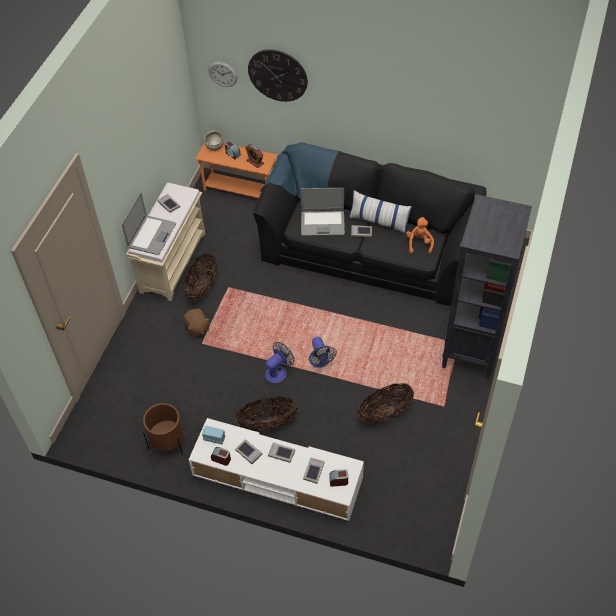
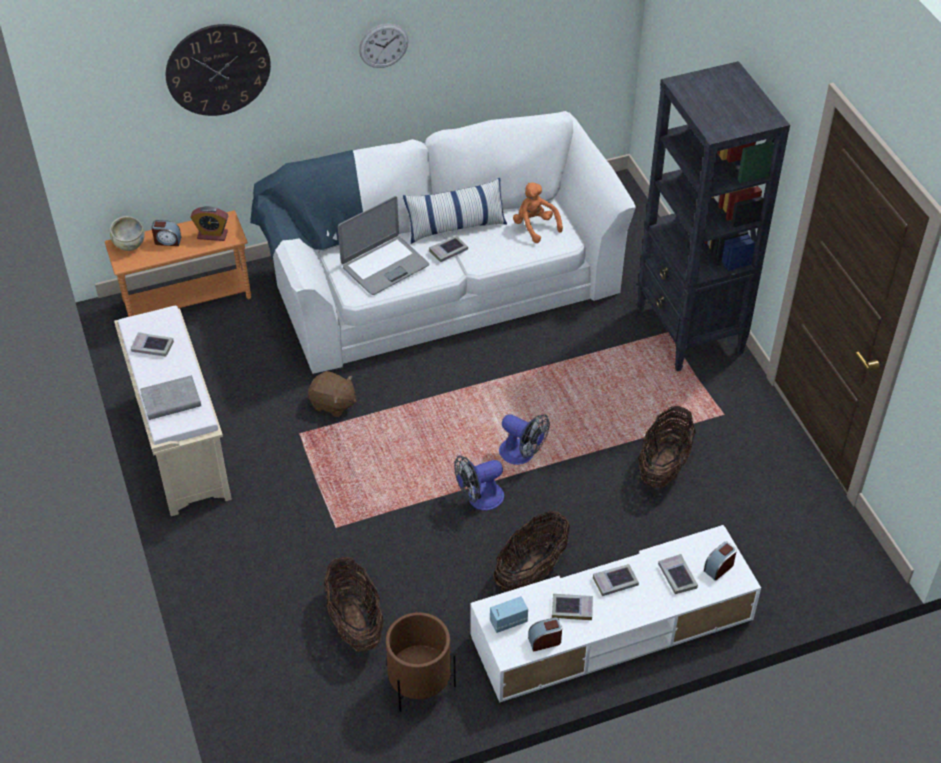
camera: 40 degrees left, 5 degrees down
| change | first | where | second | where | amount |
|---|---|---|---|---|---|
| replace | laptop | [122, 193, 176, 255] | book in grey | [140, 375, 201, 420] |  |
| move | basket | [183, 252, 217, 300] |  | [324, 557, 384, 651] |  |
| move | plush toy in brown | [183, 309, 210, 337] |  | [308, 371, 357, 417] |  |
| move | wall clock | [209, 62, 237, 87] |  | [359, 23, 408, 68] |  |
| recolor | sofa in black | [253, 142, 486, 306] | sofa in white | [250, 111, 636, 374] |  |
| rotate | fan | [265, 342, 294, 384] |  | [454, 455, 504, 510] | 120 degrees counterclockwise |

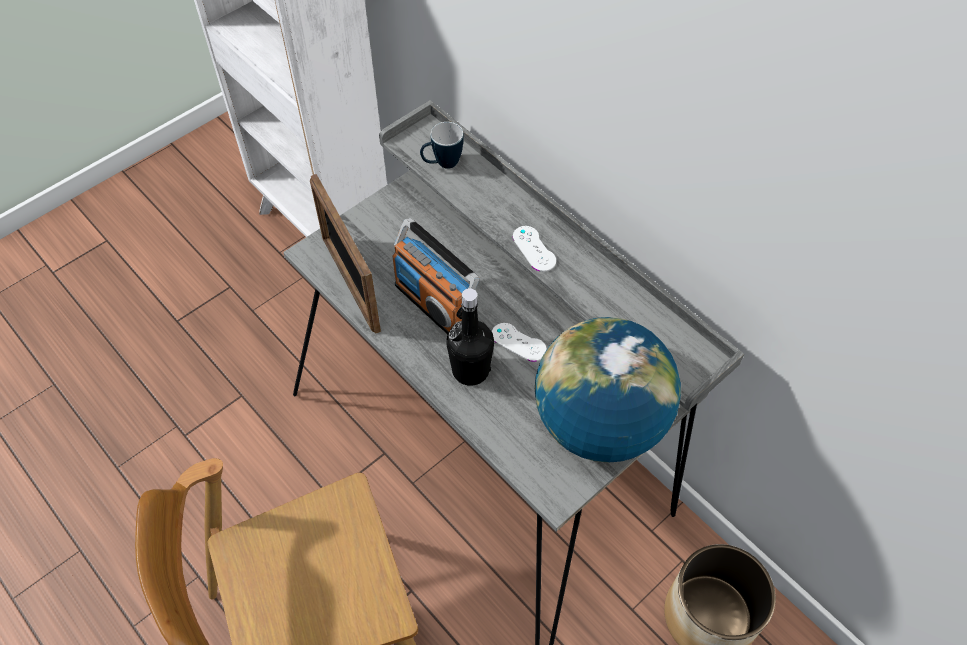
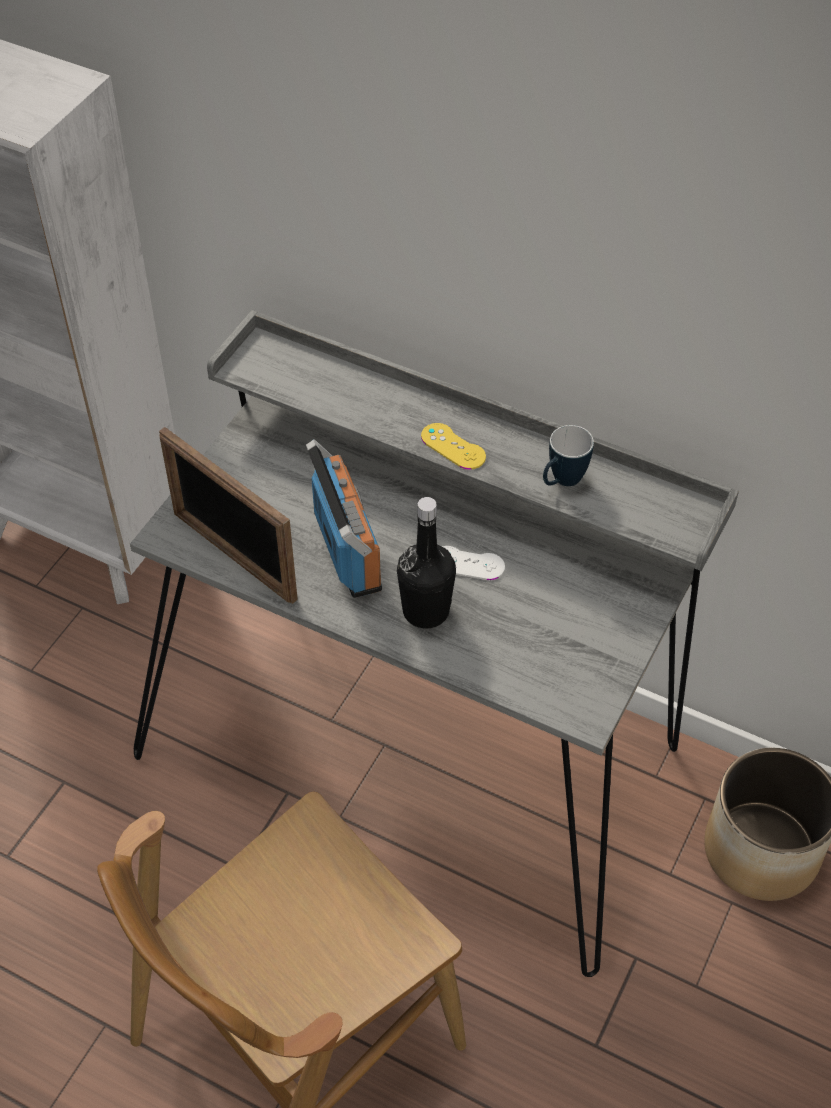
camera: 20 degrees left, 5 degrees down
| change | first | where | second | where | amount |
|---|---|---|---|---|---|
| rotate | radio | [392, 218, 479, 334] |  | [306, 439, 382, 598] | 135 degrees counterclockwise |
| move | mug | [420, 122, 464, 169] |  | [543, 425, 594, 486] |  |
| recolor | game controller in white | [513, 226, 556, 272] | game controller in yellow | [421, 423, 486, 470] |  |
| delete | globe | [535, 317, 681, 463] |  |  |  |

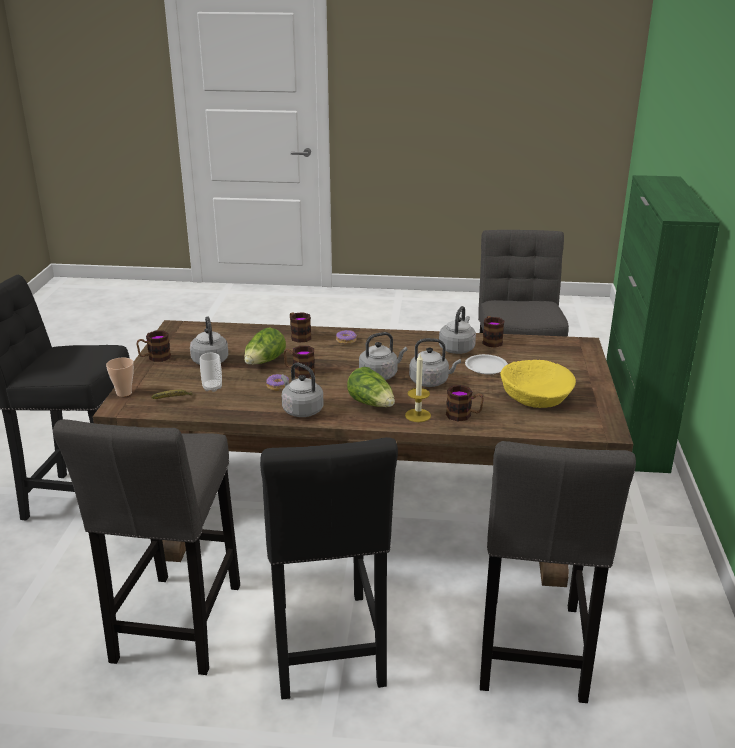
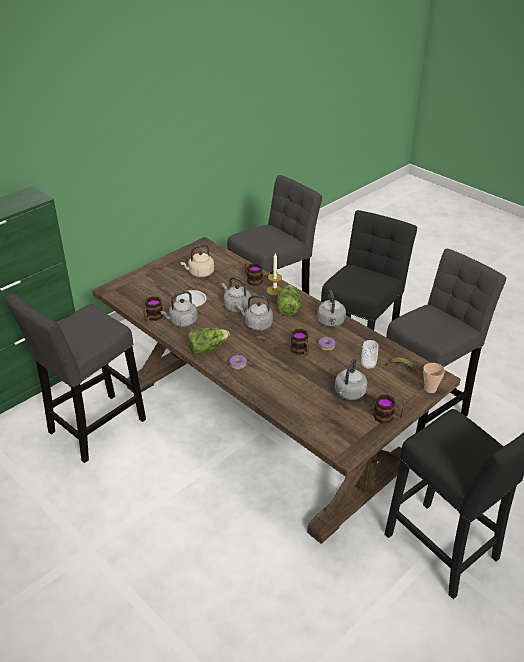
camera: 140 degrees left, 10 degrees up
| change | first | where | second | where | amount |
|---|---|---|---|---|---|
| move | lettuce | [244, 328, 286, 365] |  | [188, 328, 230, 354] |  |
| delete | mug | [290, 312, 311, 343] |  |  |  |
| replace | bowl in yellow | [500, 360, 576, 408] | kettle in beige | [181, 244, 214, 277] |  |

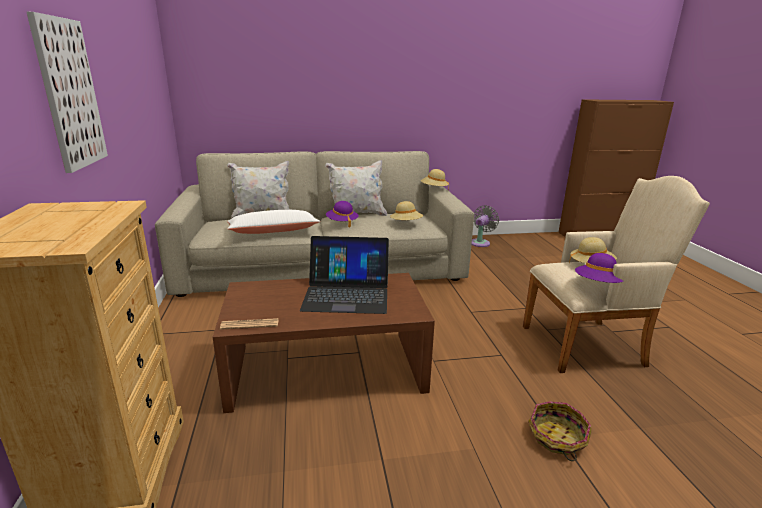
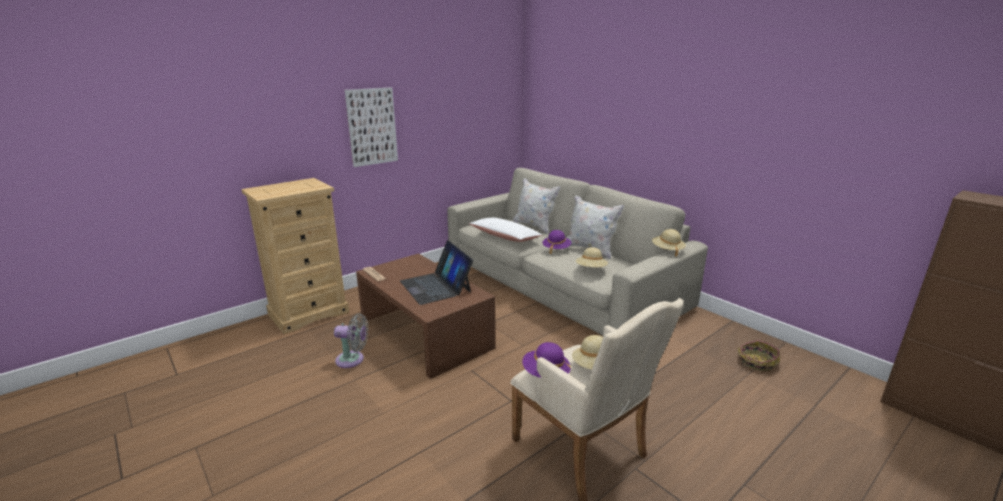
camera: 60 degrees right, 0 degrees up
| change | first | where | second | where | amount |
|---|---|---|---|---|---|
| move | fan in grey | [472, 205, 499, 247] |  | [334, 314, 368, 368] |  |
| move | basket | [528, 401, 591, 461] |  | [738, 340, 780, 371] |  |

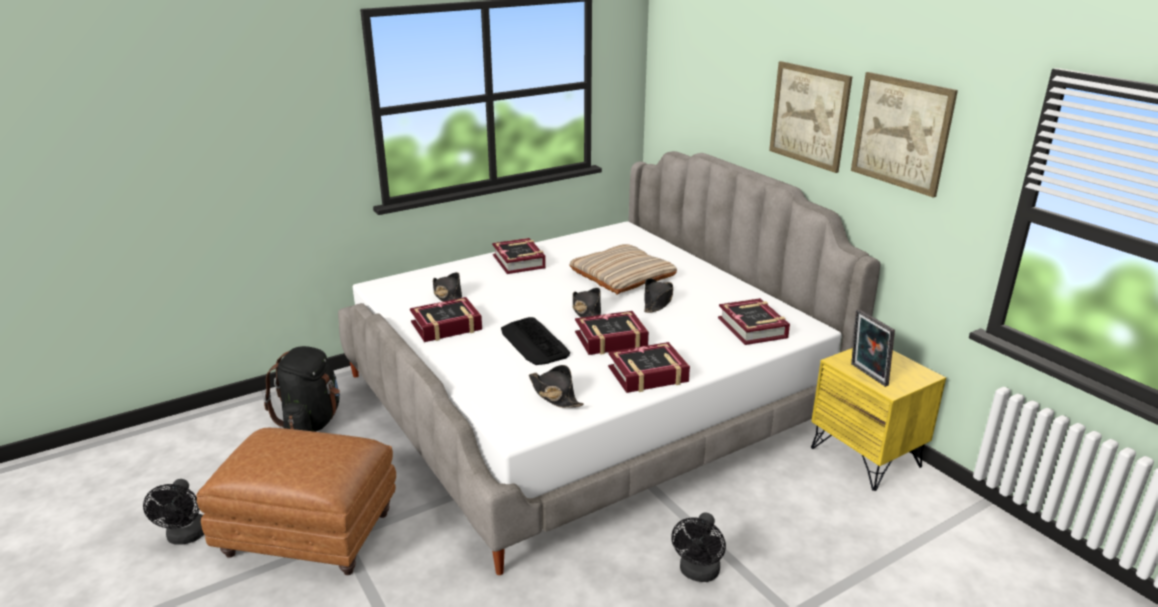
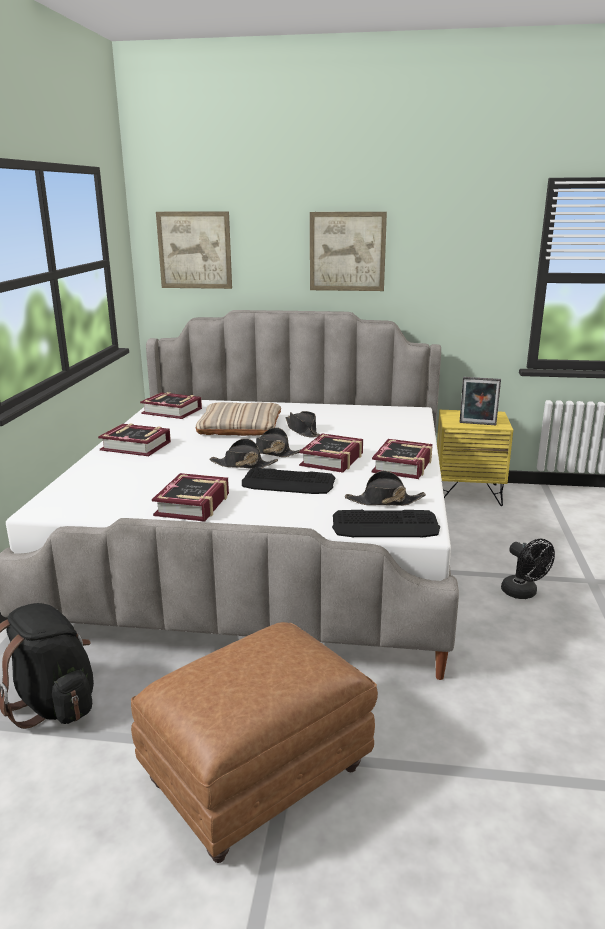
camera: 50 degrees left, 5 degrees down
| change | first | where | second | where | amount |
|---|---|---|---|---|---|
| delete | fan in black | [143, 479, 204, 545] |  |  |  |
| move | hat in black | [433, 272, 462, 302] |  | [209, 438, 278, 469] |  |
| move | book | [718, 298, 790, 345] |  | [140, 392, 202, 419] |  |
| move | picture | [851, 72, 958, 198] |  | [156, 211, 232, 289] |  |
| insert |  |  | keyboard | [332, 510, 440, 538] |  |

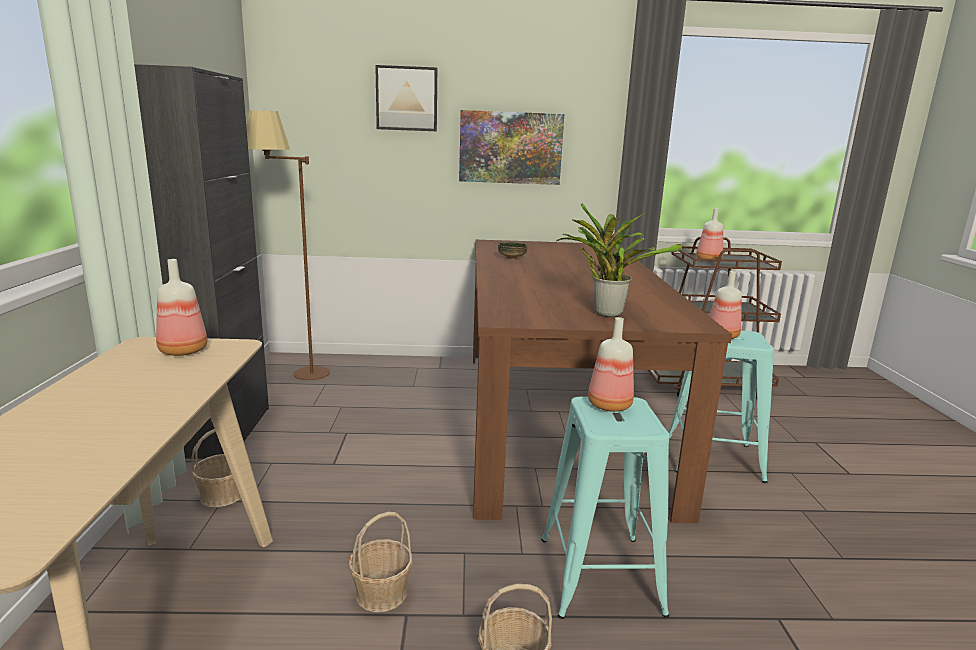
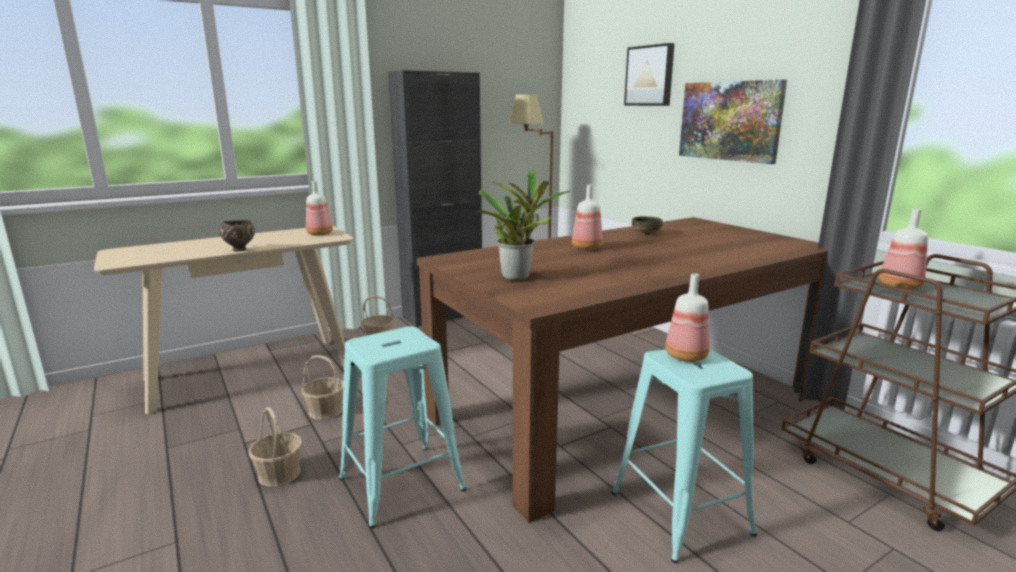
camera: 60 degrees right, 0 degrees up
| change | first | where | second | where | amount |
|---|---|---|---|---|---|
| move | bottle | [588, 317, 634, 412] |  | [572, 185, 603, 250] |  |
| insert |  |  | bowl in brown | [219, 220, 255, 252] |  |

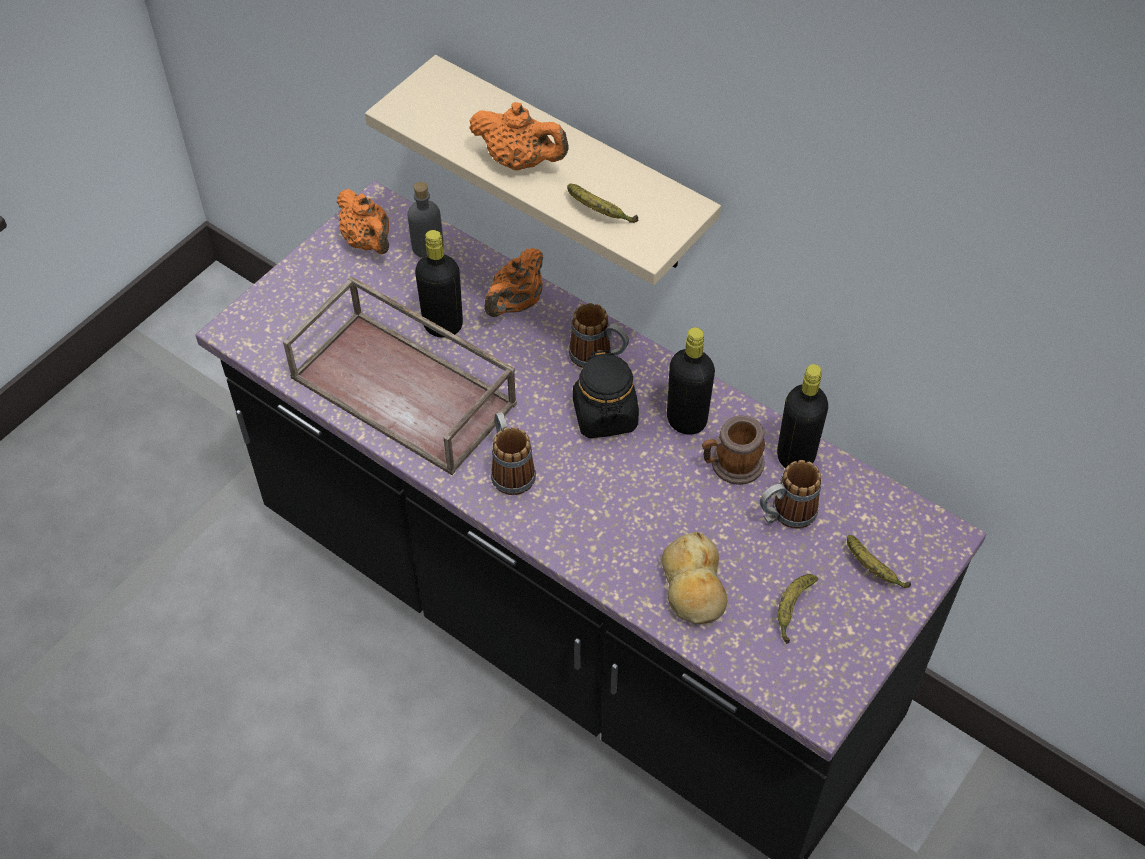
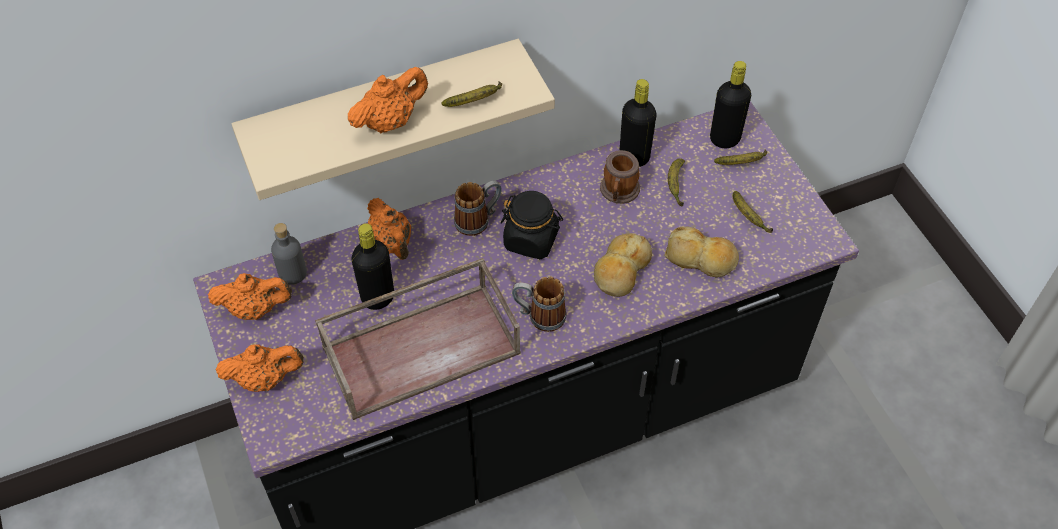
camera: 60 degrees left, 0 degrees up
| change | first | where | second | where | amount |
|---|---|---|---|---|---|
| move | bottle in black | [667, 327, 715, 435] |  | [710, 61, 751, 148] |  |
| replace | mug | [760, 460, 821, 529] | banana | [668, 158, 685, 207] |  |
| insert |  |  | teapot in orange | [215, 344, 304, 392] |  |
| insert |  |  | bread | [594, 233, 652, 297] |  |

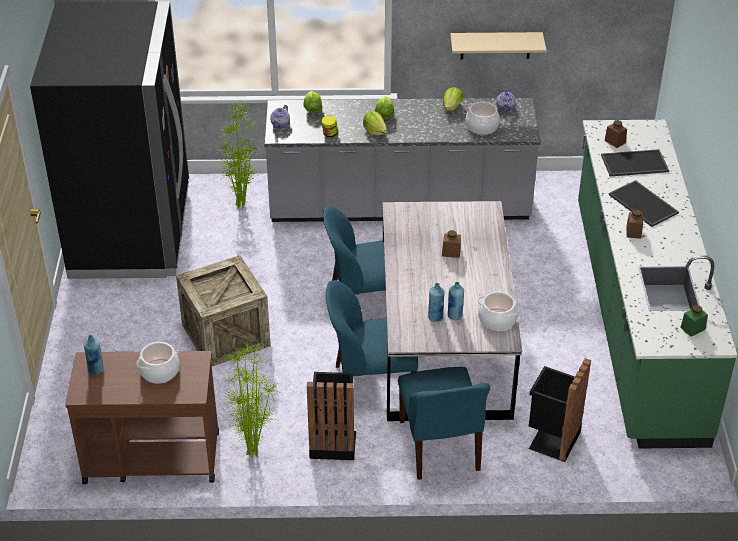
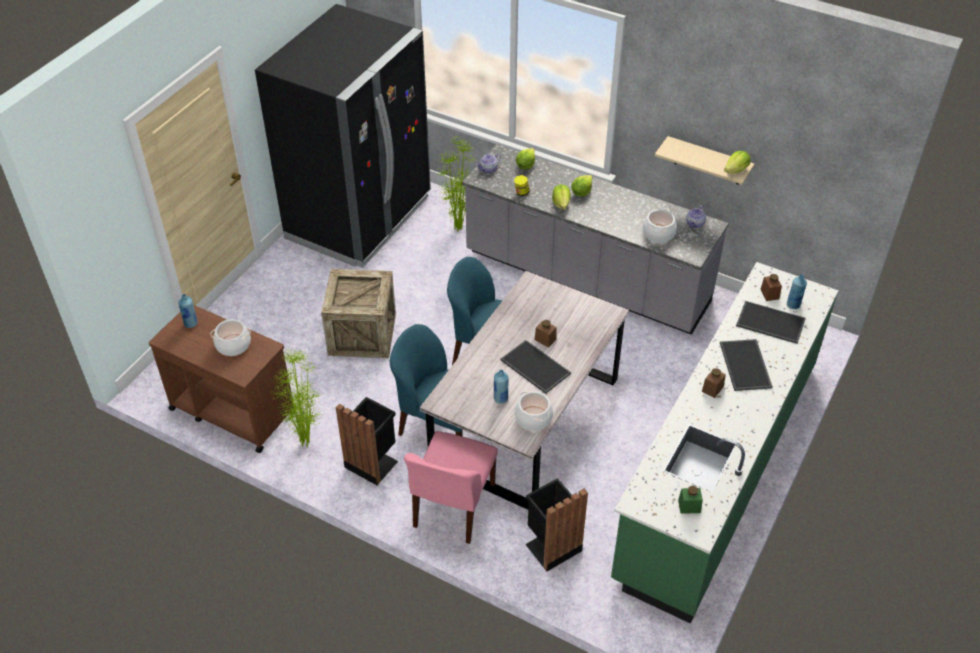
camera: 30 degrees right, 5 degrees up
| change | first | where | second | where | amount |
|---|---|---|---|---|---|
| recolor | chair in blue | [398, 367, 490, 480] | chair in pink | [404, 431, 498, 544] |  |
| move | bottle in blue | [428, 283, 444, 322] |  | [787, 274, 807, 309] |  |
| move | lettuce | [443, 87, 463, 111] |  | [724, 151, 750, 174] |  |
| insert |  |  | tray | [500, 340, 571, 394] |  |

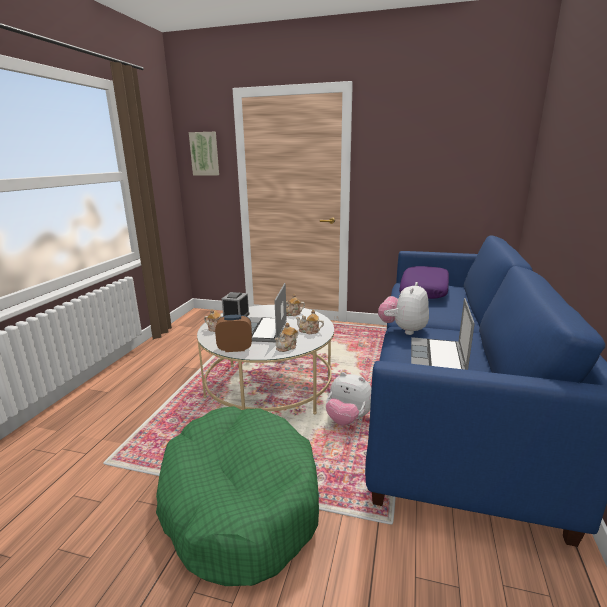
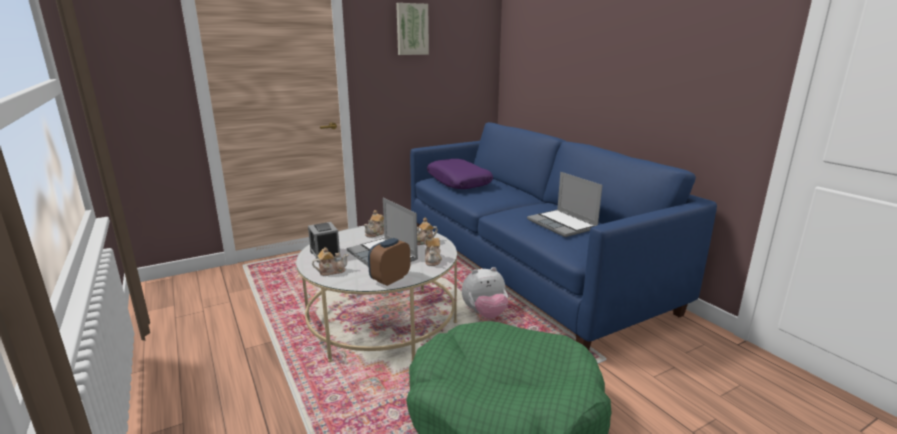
camera: 45 degrees left, 0 degrees up
| change | first | where | second | where | amount |
|---|---|---|---|---|---|
| move | picture | [189, 132, 219, 176] |  | [396, 3, 429, 55] |  |
| delete | plush toy | [378, 282, 429, 335] |  |  |  |

